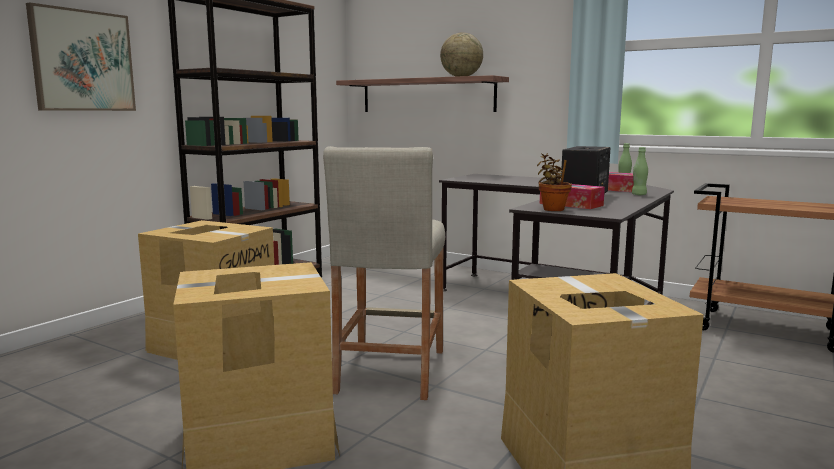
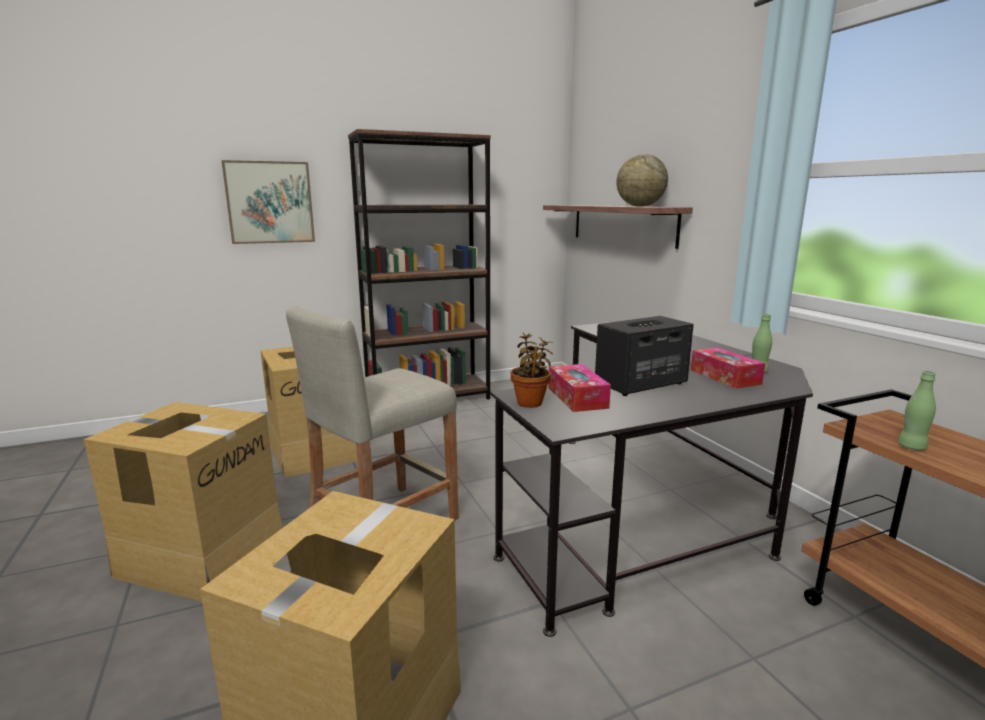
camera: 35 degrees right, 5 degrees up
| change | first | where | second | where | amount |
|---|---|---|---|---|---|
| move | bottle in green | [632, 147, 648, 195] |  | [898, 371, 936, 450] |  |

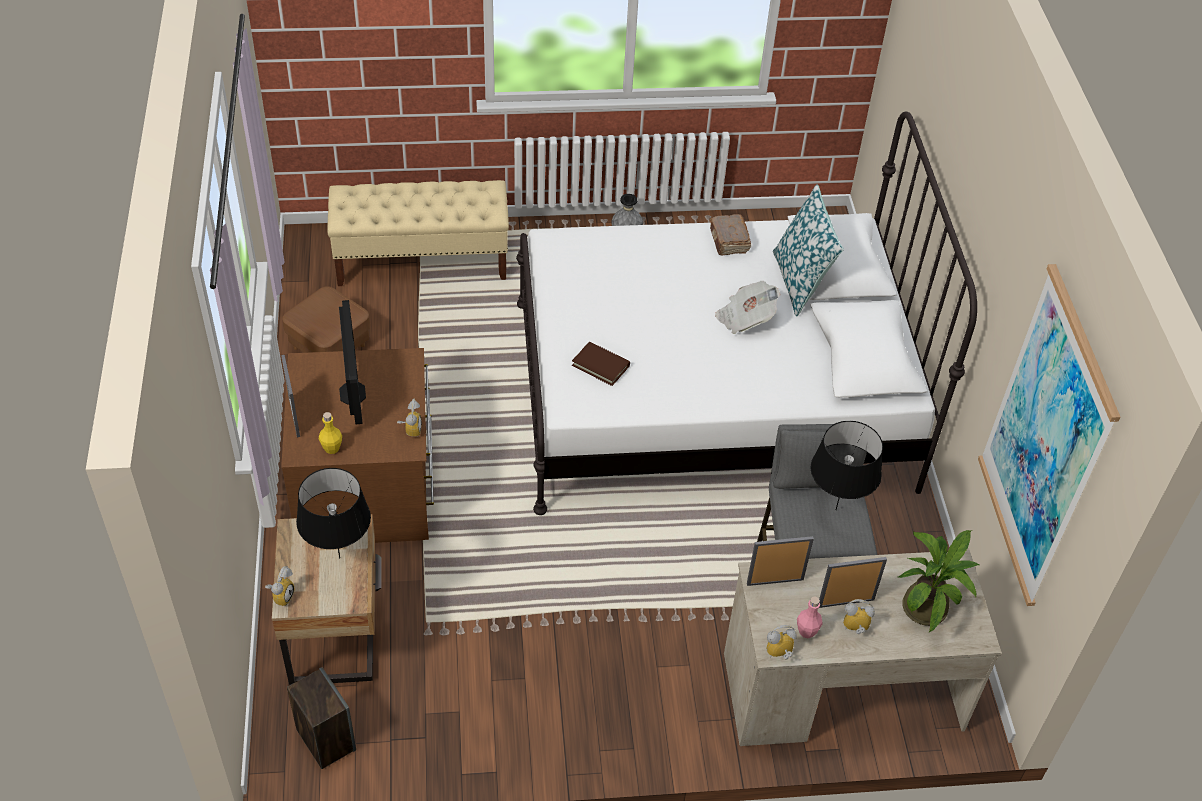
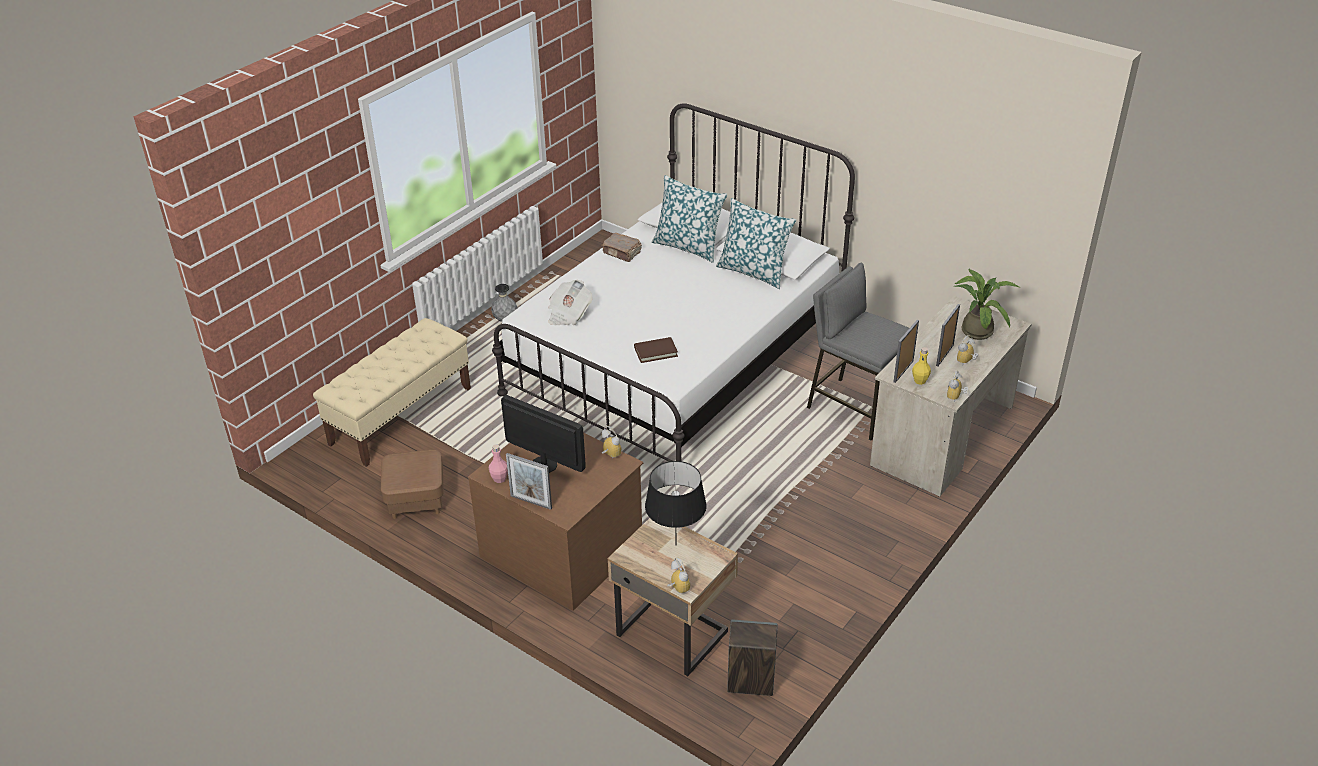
camera: 45 degrees left, 10 degrees down
| change | first | where | second | where | amount |
|---|---|---|---|---|---|
| move | bottle in yellow | [319, 412, 342, 454] |  | [912, 347, 931, 385] |  |
| move | newspaper | [715, 281, 781, 334] |  | [548, 280, 592, 325] |  |
| move | bottle in pink | [797, 596, 823, 638] |  | [489, 445, 508, 483] |  |
| delete | table lamp in black | [811, 421, 883, 510] |  |  |  |
| delete | picture | [978, 264, 1121, 606] |  |  |  |
| insert |  |  | pillow | [716, 198, 796, 289] |  |

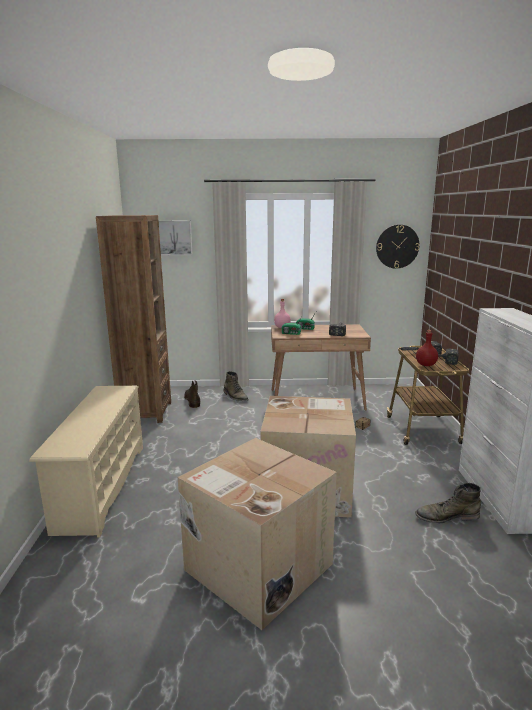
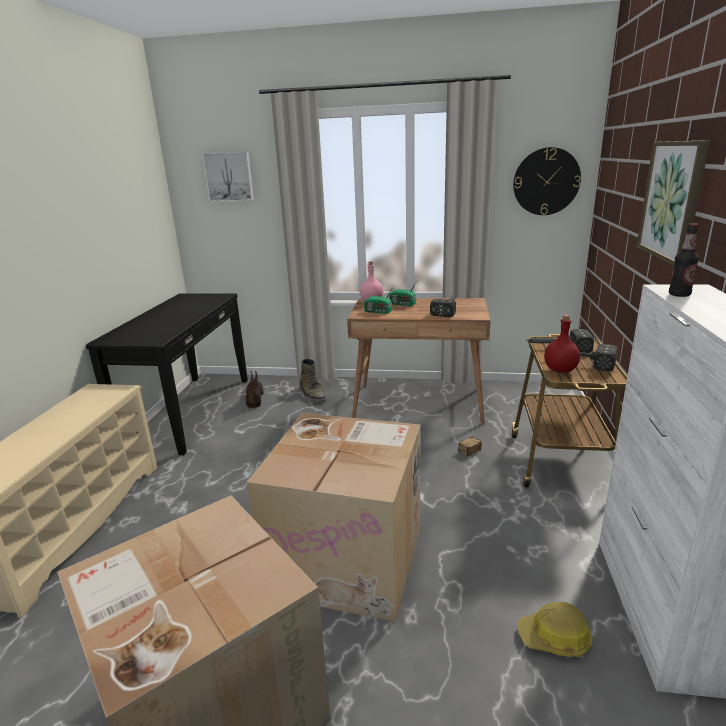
camera: 10 degrees right, 5 degrees up
| change | first | where | second | where | amount |
|---|---|---|---|---|---|
| replace | bookcase in brown | [96, 215, 171, 423] | console table in black | [86, 294, 248, 455] |  |
| replace | boot in green | [415, 483, 481, 523] | hard hat | [518, 602, 592, 657] |  |
| insert |  |  | picture | [637, 140, 710, 266] |  |
| insert |  |  | bottle | [669, 223, 699, 297] |  |

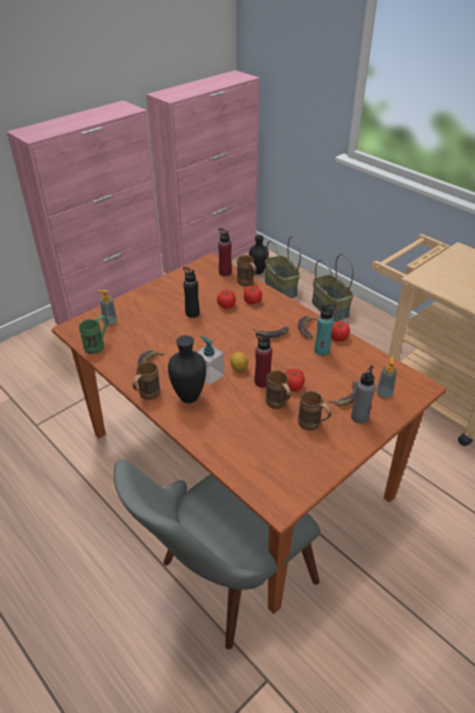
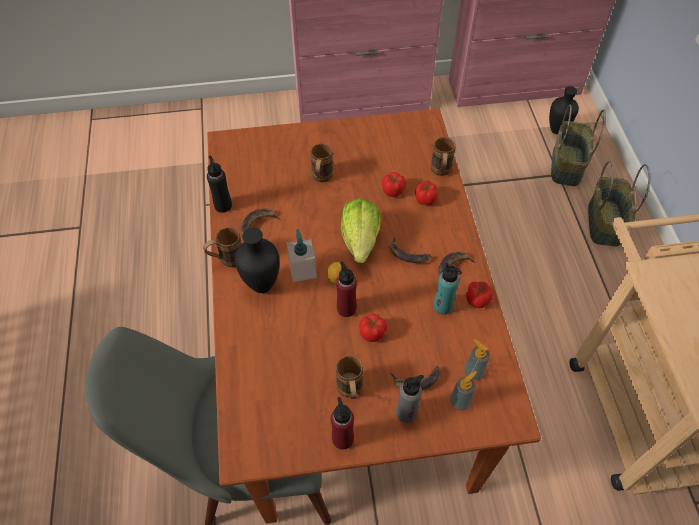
camera: 35 degrees right, 15 degrees up
| change | first | where | second | where | amount |
|---|---|---|---|---|---|
| delete | mug in green | [79, 316, 108, 354] |  |  |  |
| move | soap dispenser | [97, 290, 117, 326] |  | [464, 339, 490, 380] |  |
| move | bottle in black | [183, 267, 200, 318] |  | [207, 155, 232, 213] |  |
| move | bottle in red | [218, 228, 232, 276] |  | [331, 397, 354, 450] |  |
| move | mug in brown | [266, 370, 291, 409] |  | [311, 143, 333, 182] |  |
| insert |  |  | lettuce | [341, 198, 381, 263] |  |

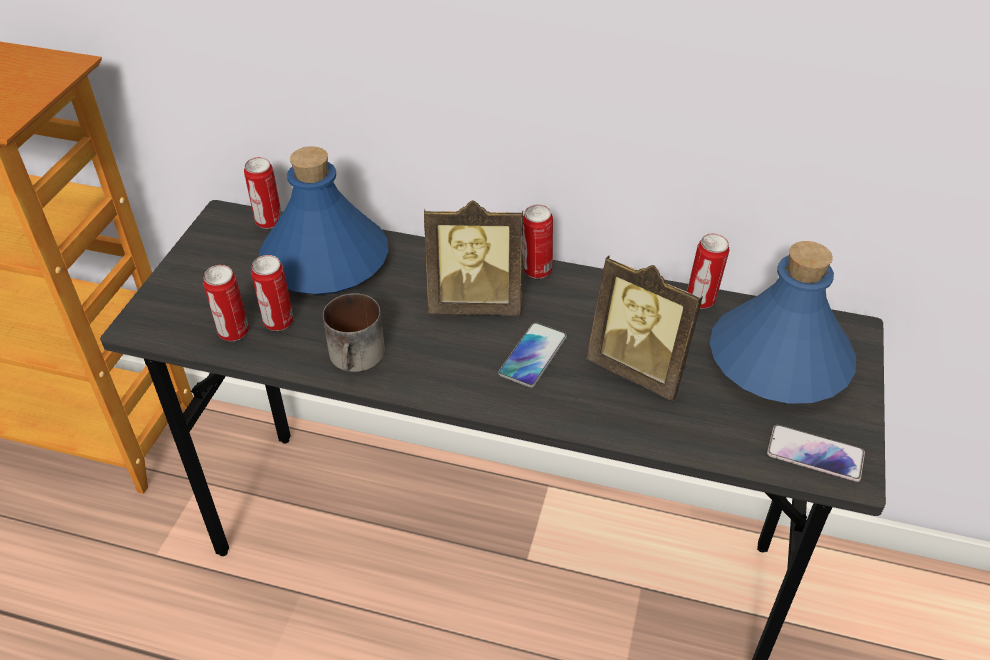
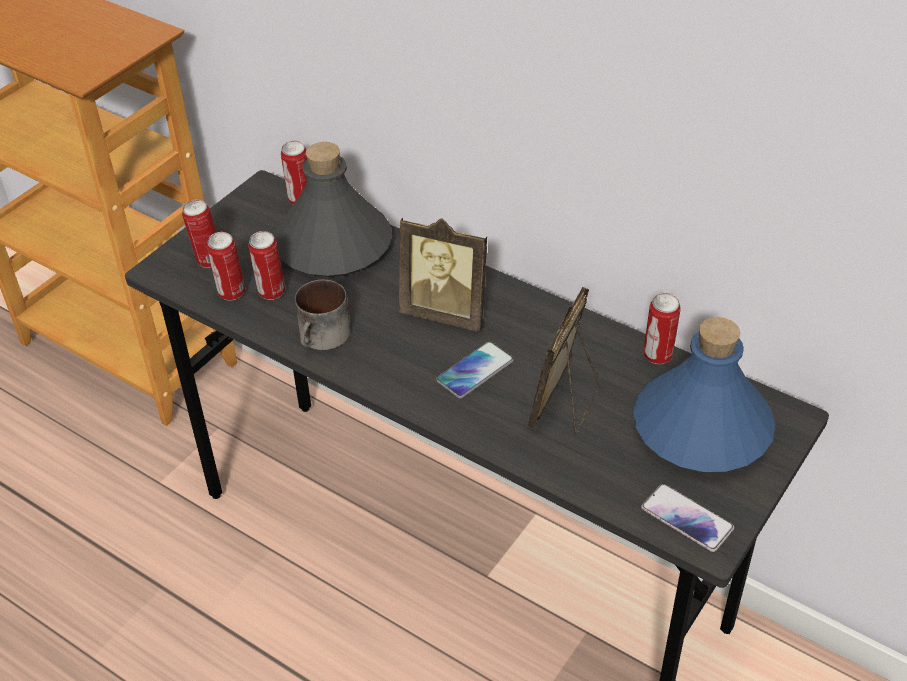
camera: 20 degrees right, 0 degrees up
| change | first | where | second | where | amount |
|---|---|---|---|---|---|
| recolor | bottle in blue | [259, 146, 389, 295] | bottle in grey | [274, 142, 392, 277] |  |
| move | can | [523, 204, 553, 279] |  | [182, 199, 216, 268] |  |
| rotate | picture frame | [587, 256, 703, 401] |  | [527, 287, 600, 435] | 60 degrees clockwise |

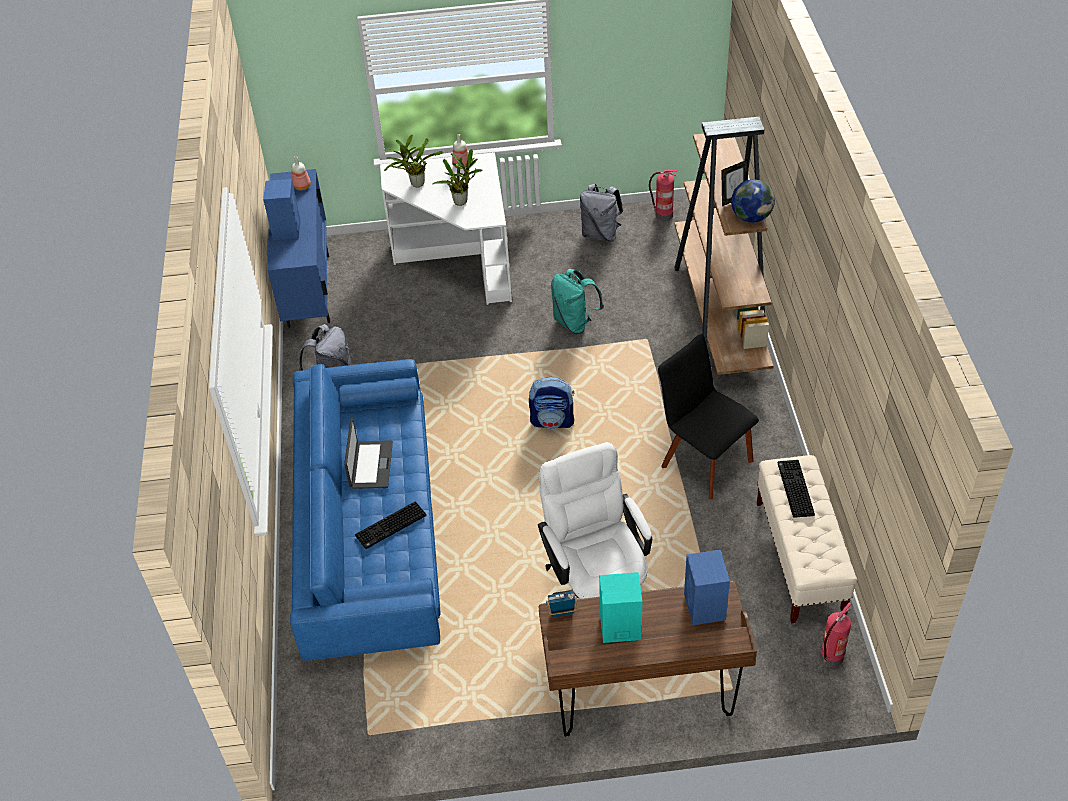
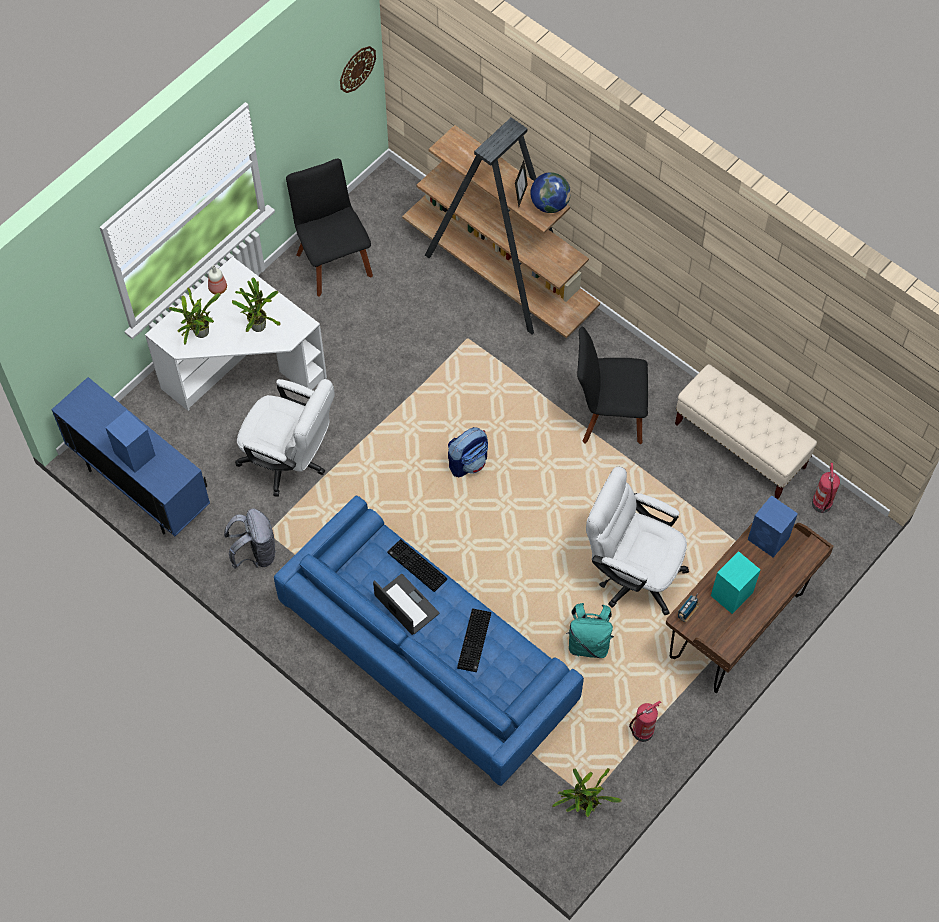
camera: 45 degrees left, 15 degrees up
| change | first | where | second | where | amount |
|---|---|---|---|---|---|
| delete | bottle | [292, 156, 311, 191] |  |  |  |
| move | backpack in turquoise | [551, 269, 604, 334] |  | [566, 603, 614, 658] |  |
| replace | backpack in grey | [580, 184, 623, 242] | chair in black | [286, 159, 373, 296] |  |
| move | fire extinguisher | [649, 170, 677, 221] |  | [629, 701, 661, 742] |  |
| move | keyboard | [778, 460, 815, 518] |  | [387, 539, 447, 592] |  |
| insert |  |  | office chair in white | [235, 379, 335, 497] |  |
| insert |  |  | wall clock | [340, 46, 376, 93] |  |
| insert |  |  | potted plant | [552, 768, 622, 817] |  |

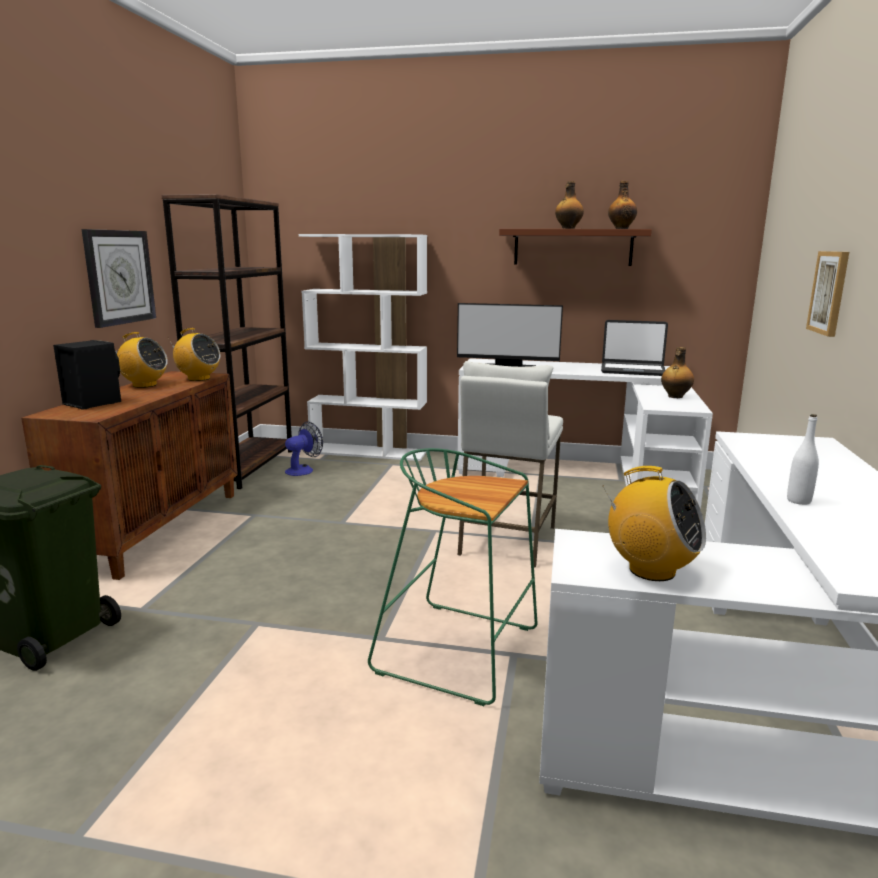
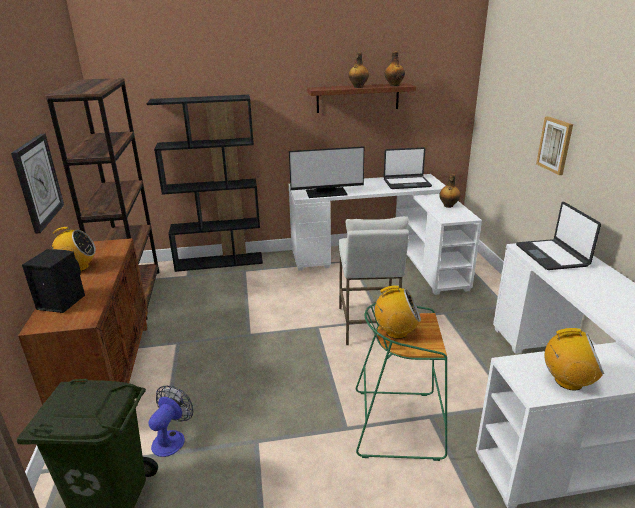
camera: 20 degrees left, 10 degrees up
| change | first | where | second | where | amount |
|---|---|---|---|---|---|
| move | radio | [168, 328, 220, 381] |  | [375, 286, 421, 339] |  |
| move | fan | [285, 422, 323, 476] |  | [148, 386, 193, 457] |  |
| recolor | bookcase in white | [299, 234, 427, 461] | bookcase in black | [147, 95, 263, 272] |  |
| delete | bottle in white | [787, 414, 819, 505] |  |  |  |
| insert |  |  | laptop | [516, 202, 601, 270] |  |

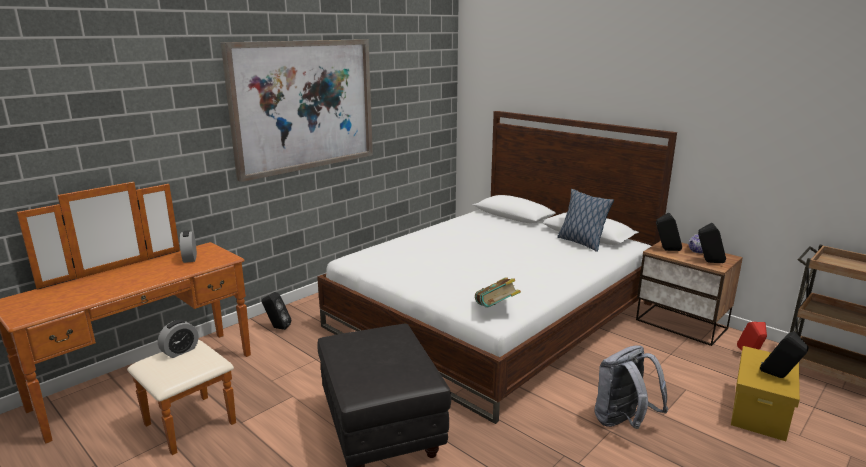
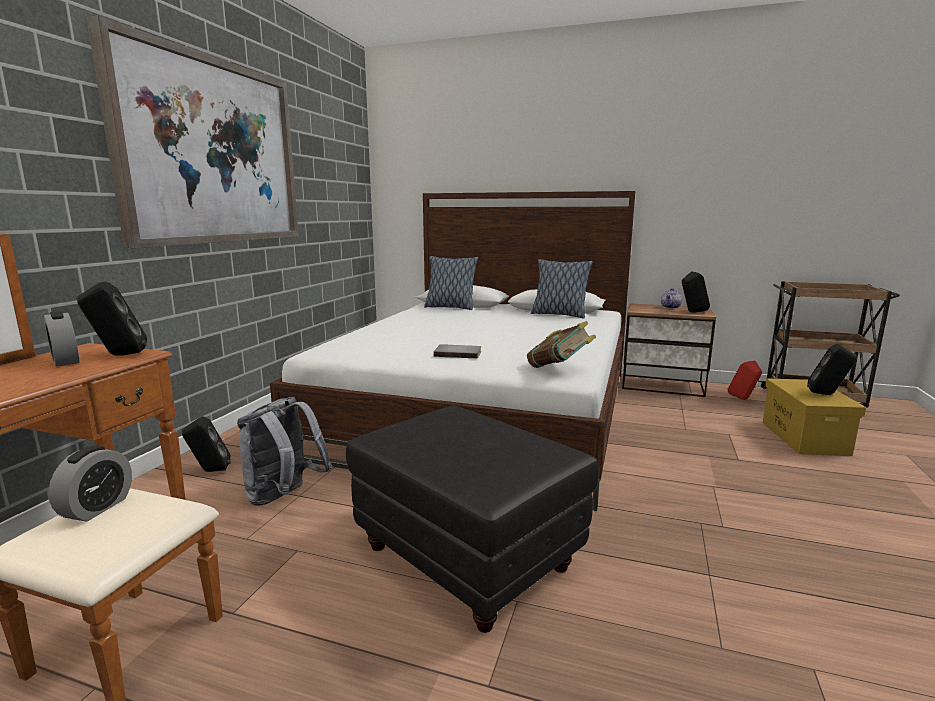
camera: 25 degrees left, 5 degrees down
| change | first | where | second | where | amount |
|---|---|---|---|---|---|
| move | backpack in grey | [595, 345, 668, 429] |  | [237, 397, 332, 506] |  |
| move | speaker in black | [656, 212, 682, 251] |  | [77, 282, 147, 356] |  |
| insert |  |  | pillow | [424, 256, 478, 310] |  |
| insert |  |  | book in grey | [434, 344, 481, 359] |  |

